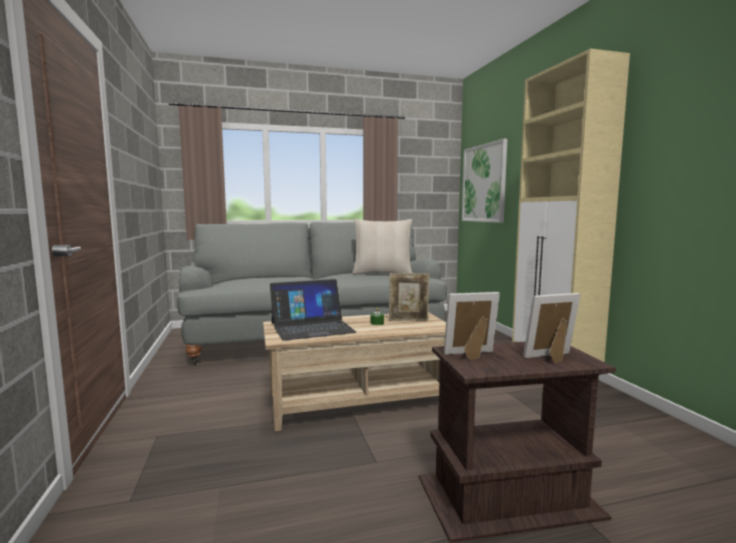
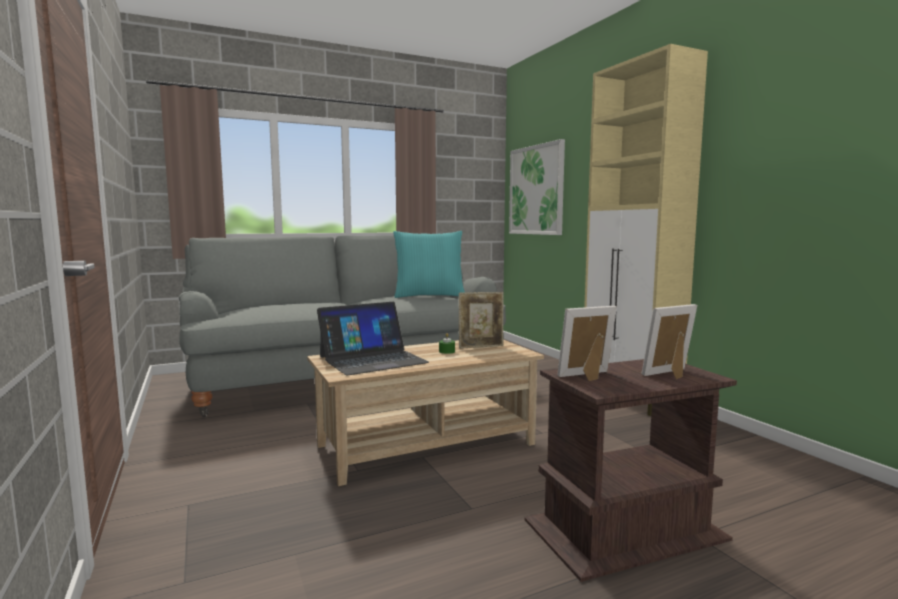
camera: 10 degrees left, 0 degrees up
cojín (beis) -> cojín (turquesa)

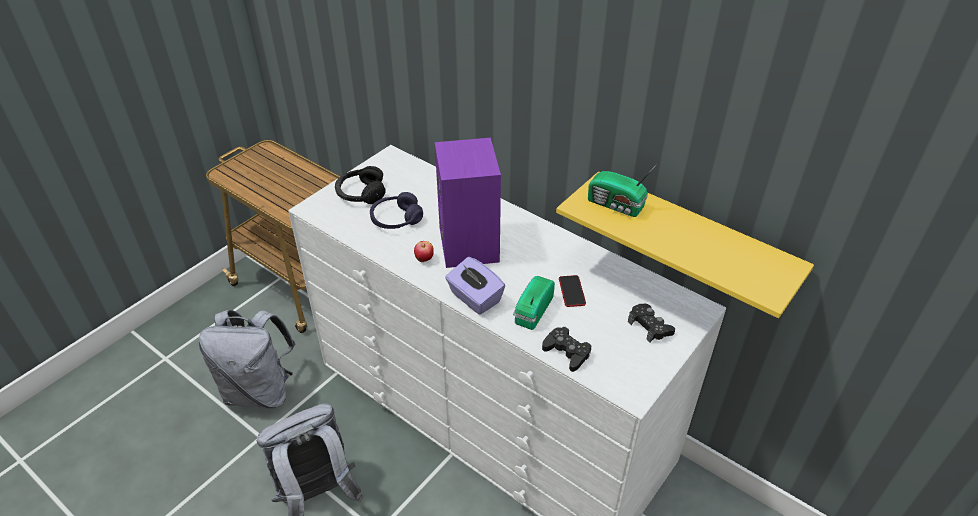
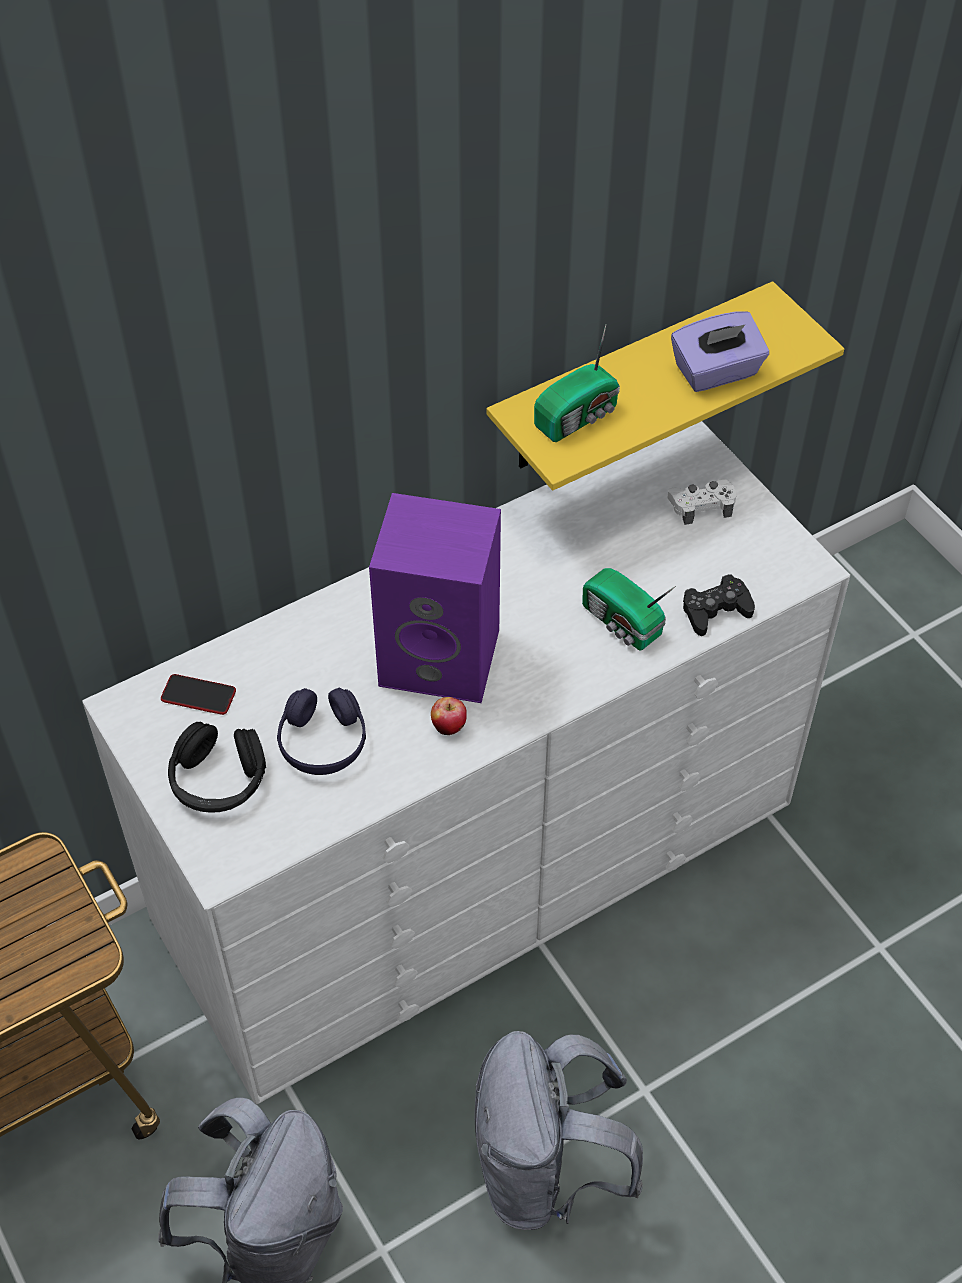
camera: 70 degrees left, 10 degrees up
caja de pañuelos (morado), relocated
móvil, relocated
mando de consola (negro) (no. 2 from left) -> mando de consola (blanco)

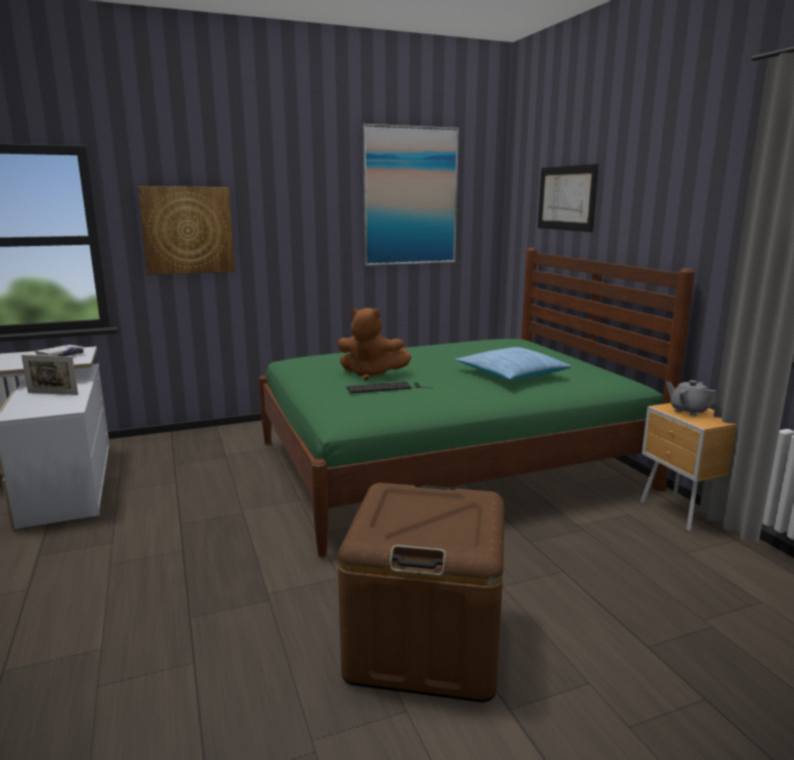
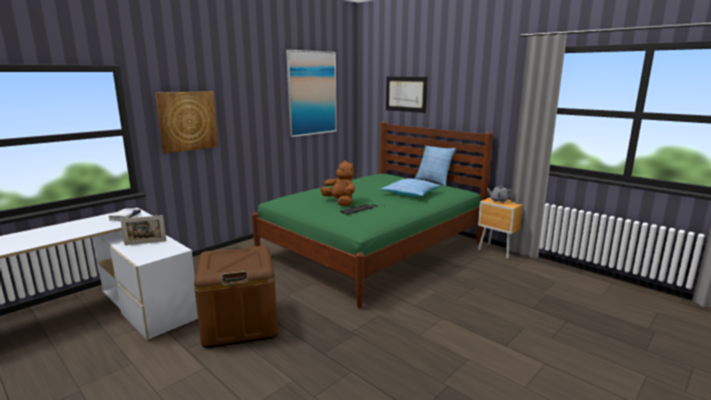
camera: 25 degrees left, 0 degrees up
peluche (marrón), 120 degrees counterclockwise
caja de almacenaje (marrón), relocated
none -> cojín (no. 2 from left)

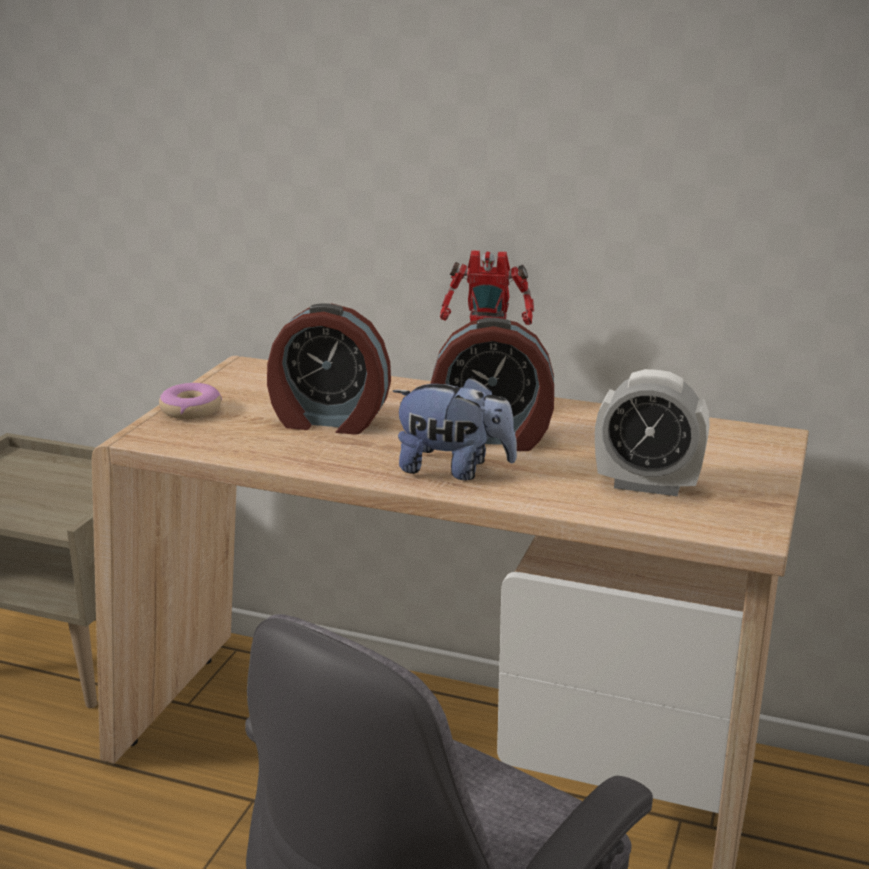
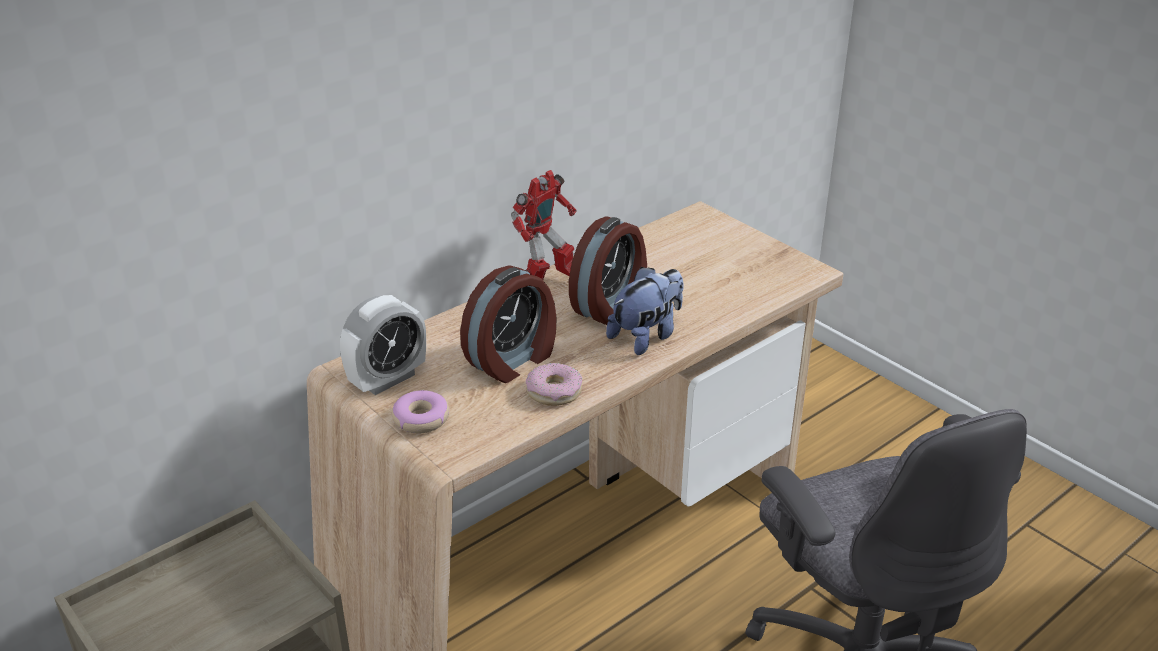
camera: 60 degrees left, 10 degrees up
despertador (no. 3 from left in the first image) -> despertador (no. 1 from left), relocated
none -> rosquilla (no. 2 from left)

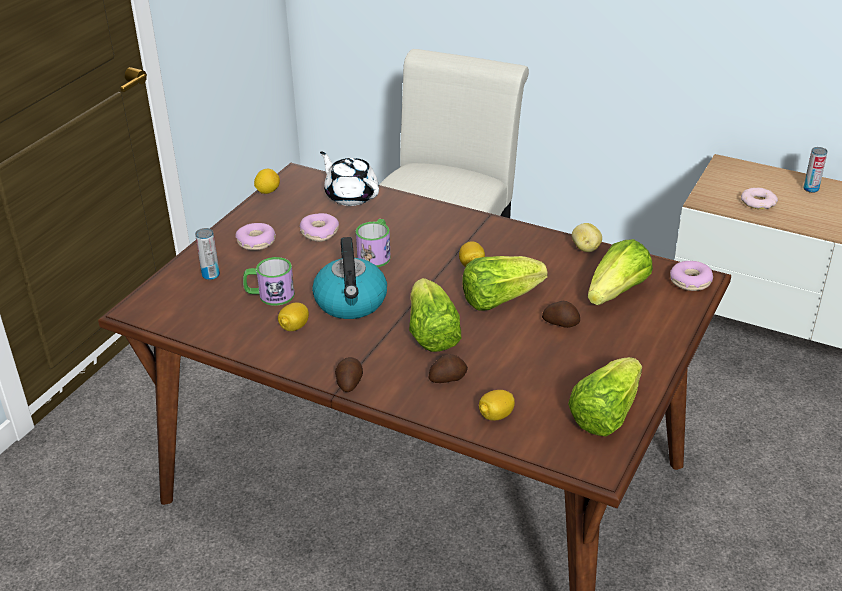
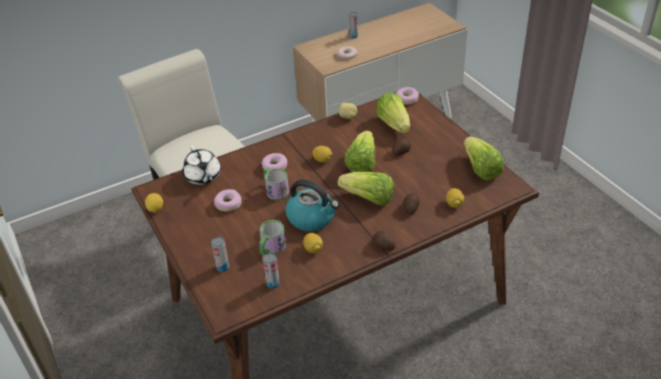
camera: 55 degrees left, 5 degrees up
tetera (blanco), 105 degrees counterclockwise
rosquilla (no. 1 from left in the first image) -> rosquilla (no. 2 from left), relocated
none -> lata (no. 2 from left)

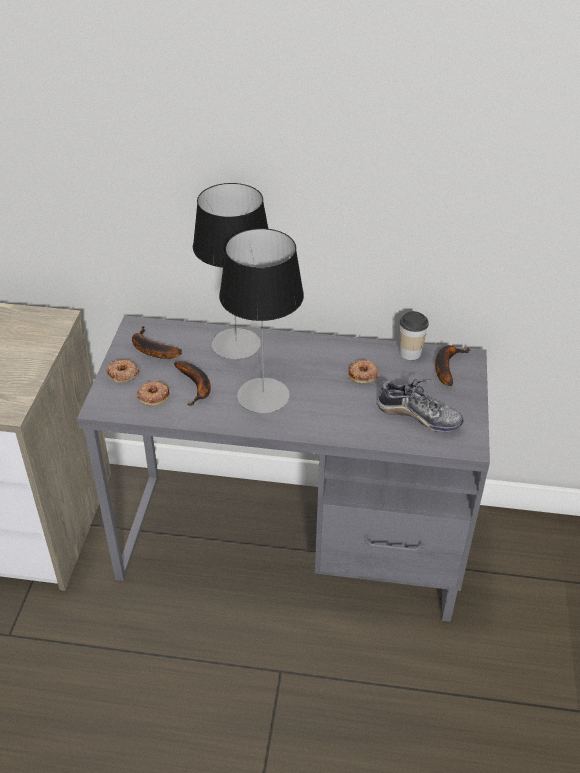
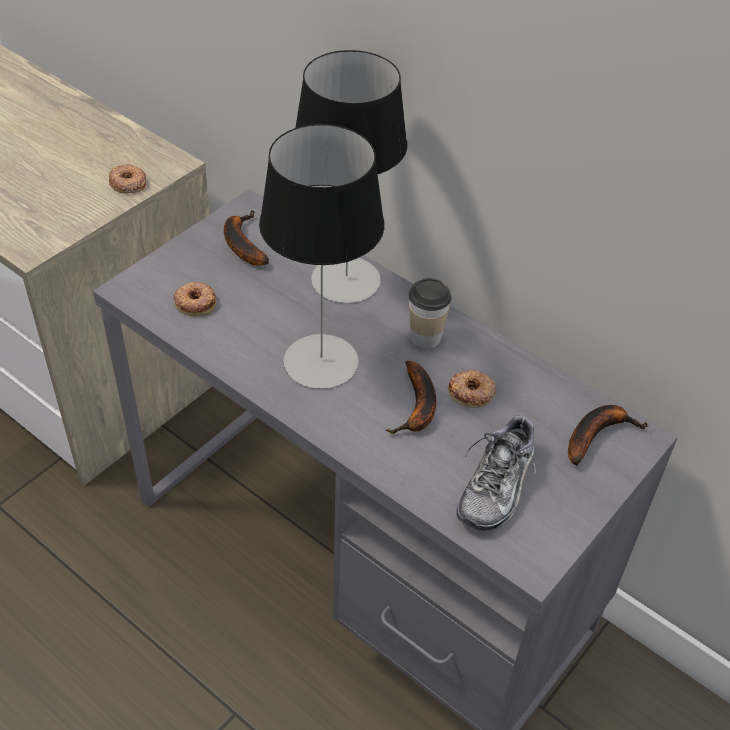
camera: 30 degrees right, 5 degrees up
taza, relocated
rosquilla (no. 1 from left), relocated
plátano (no. 2 from left), relocated
zapato, 60 degrees clockwise

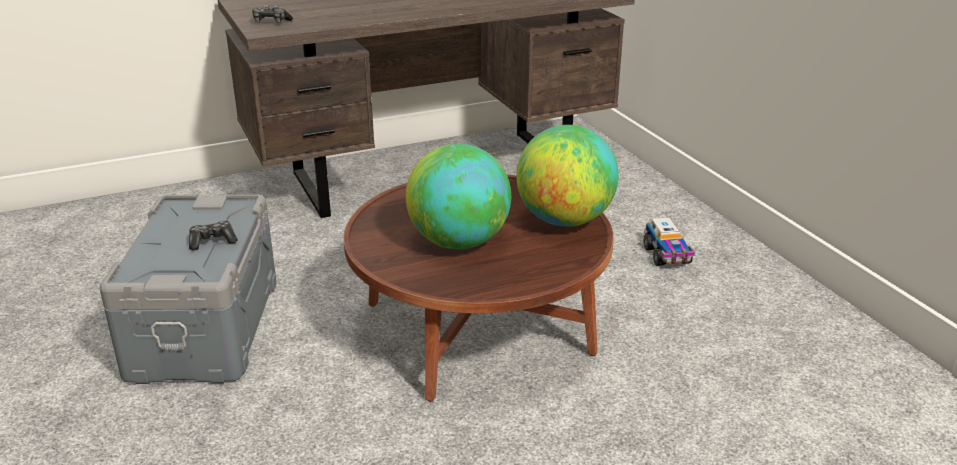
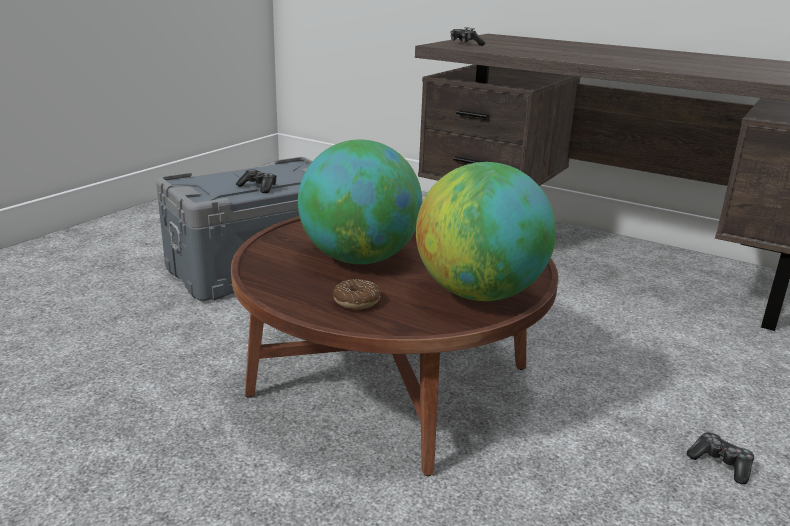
camera: 55 degrees right, 5 degrees down
camión de juguete -> mando de consola (no. 3 from left)
none -> rosquilla

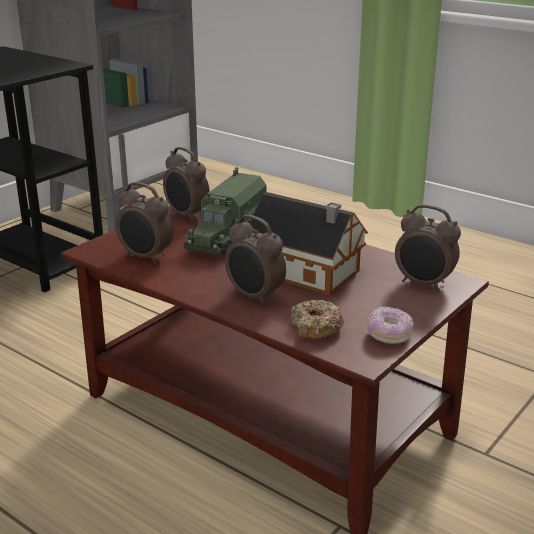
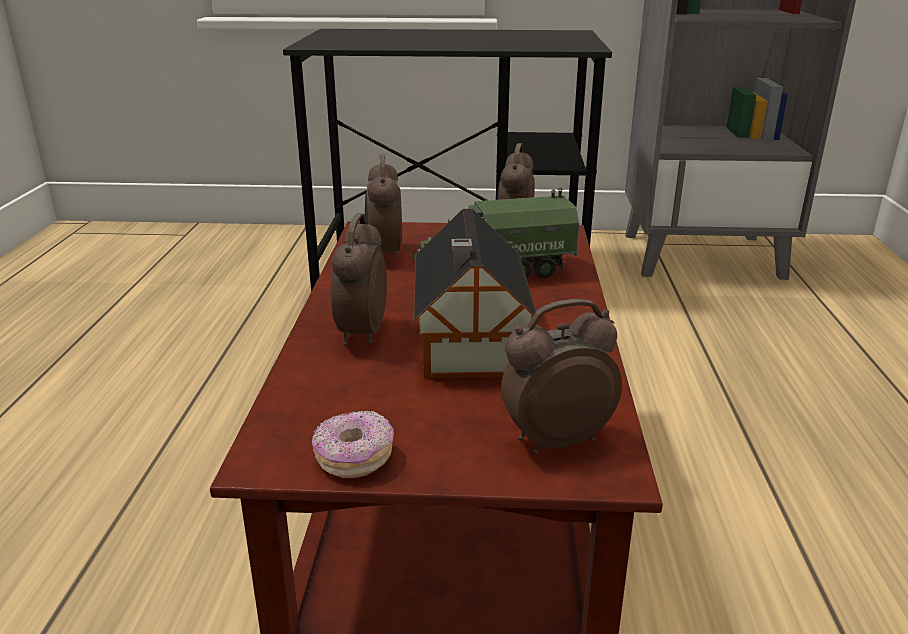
camera: 55 degrees right, 0 degrees up
despertador (no. 4 from left), 75 degrees clockwise
rosquilla (no. 1 from left) -> none

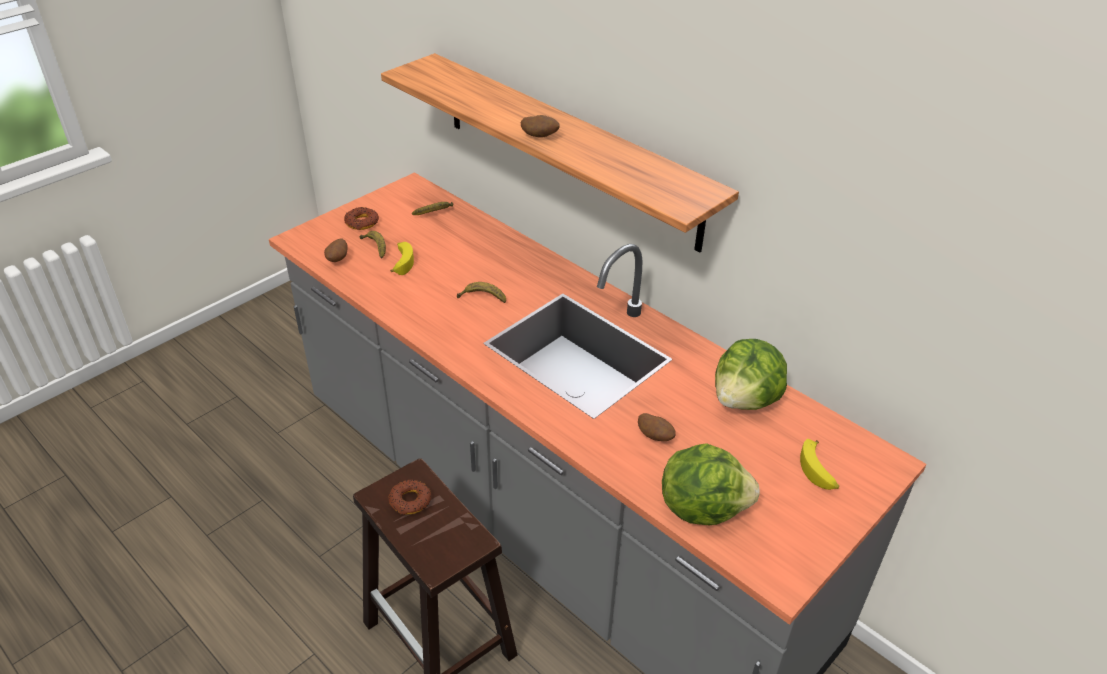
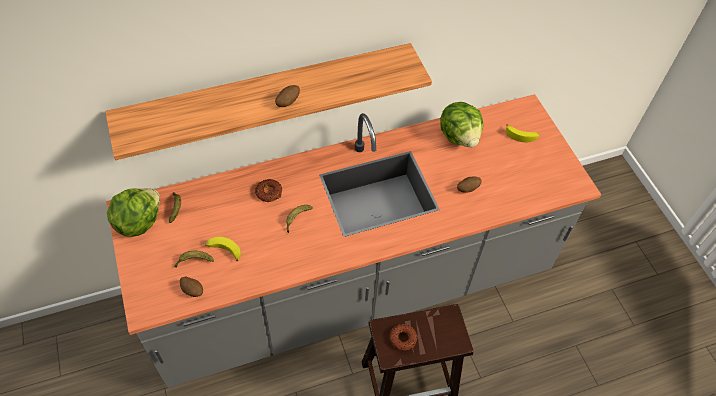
camera: 65 degrees left, 15 degrees up
rosquilla (no. 1 from left), relocated
lechuga (no. 1 from left), relocated

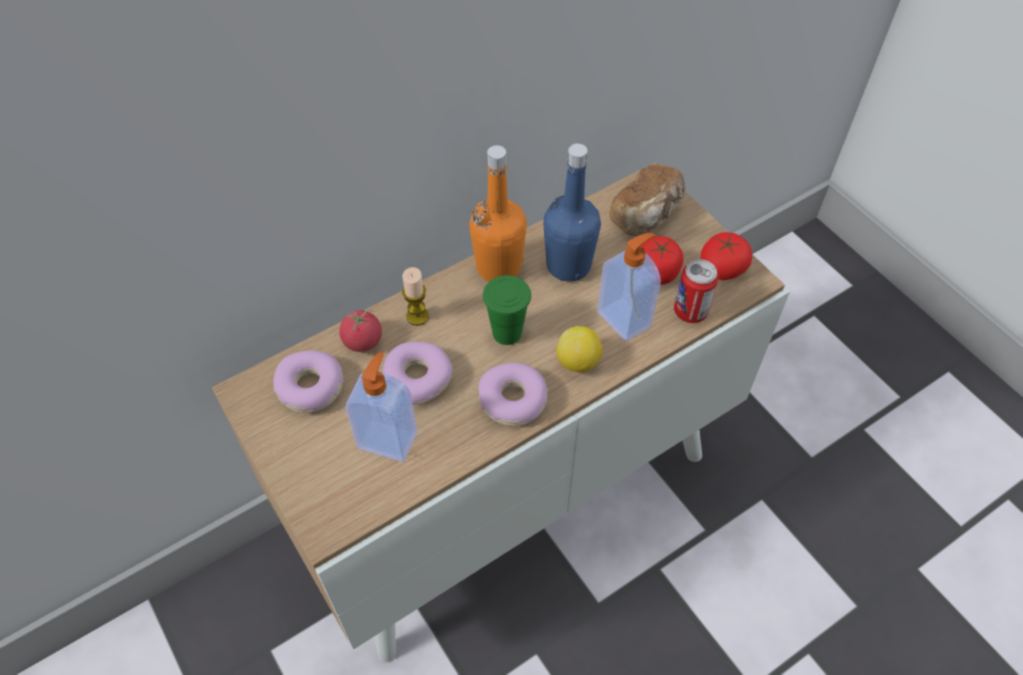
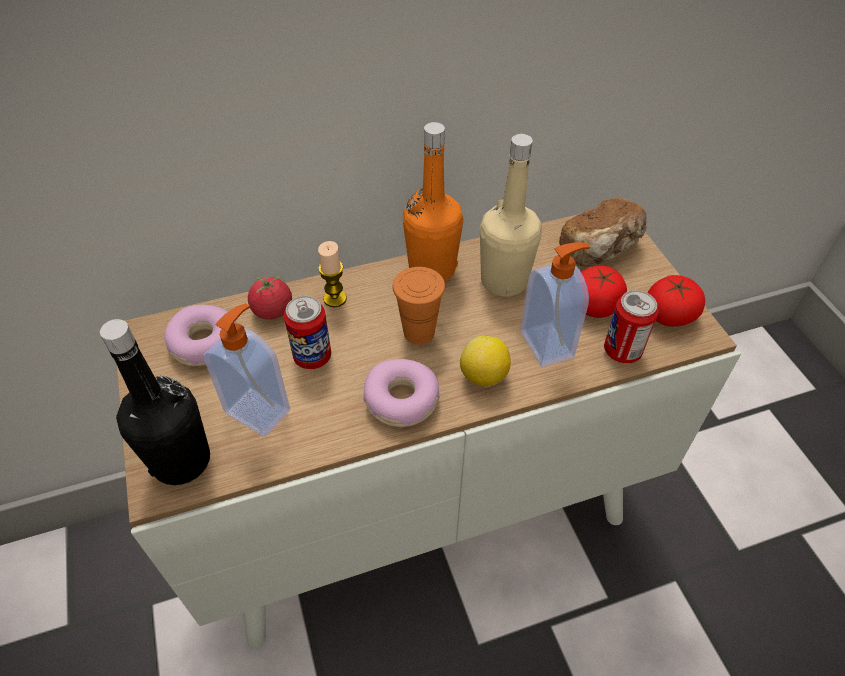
camera: 15 degrees right, 5 degrees down
botella (azul) -> botella (beis)
taza (verde) -> taza (naranja)
rosquilla (no. 2 from left) -> lata (no. 1 from left)
none -> botella (negro)

